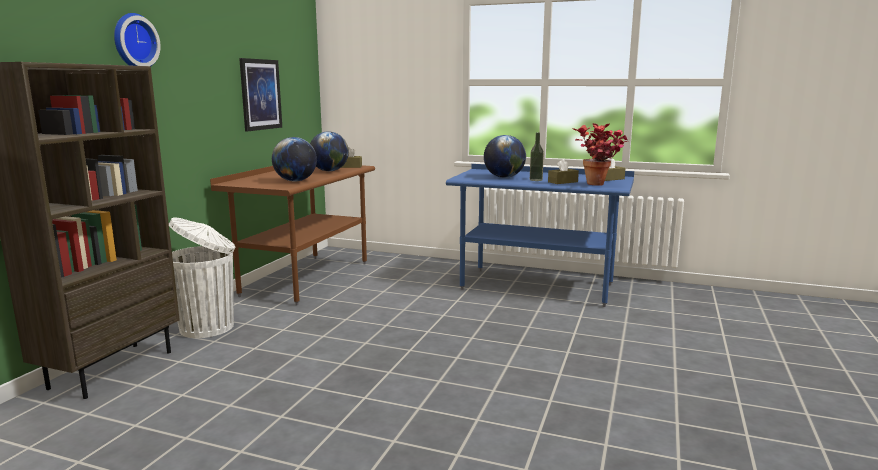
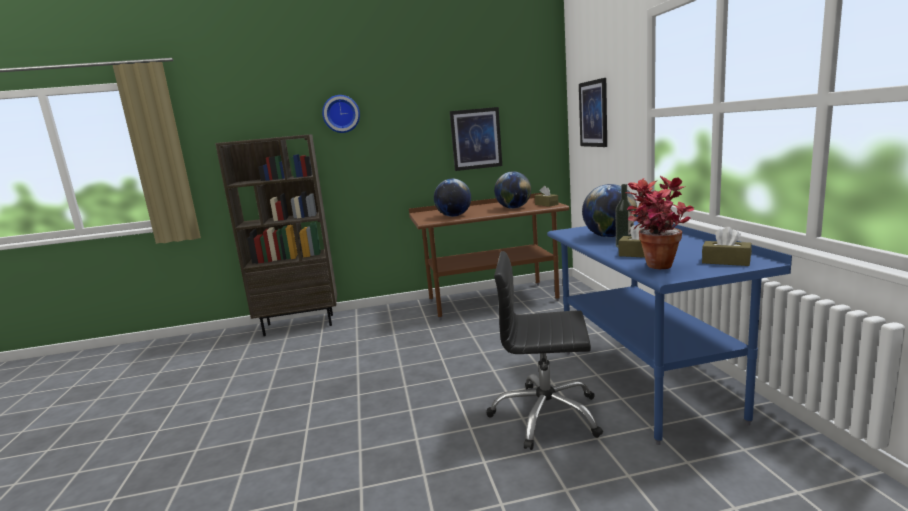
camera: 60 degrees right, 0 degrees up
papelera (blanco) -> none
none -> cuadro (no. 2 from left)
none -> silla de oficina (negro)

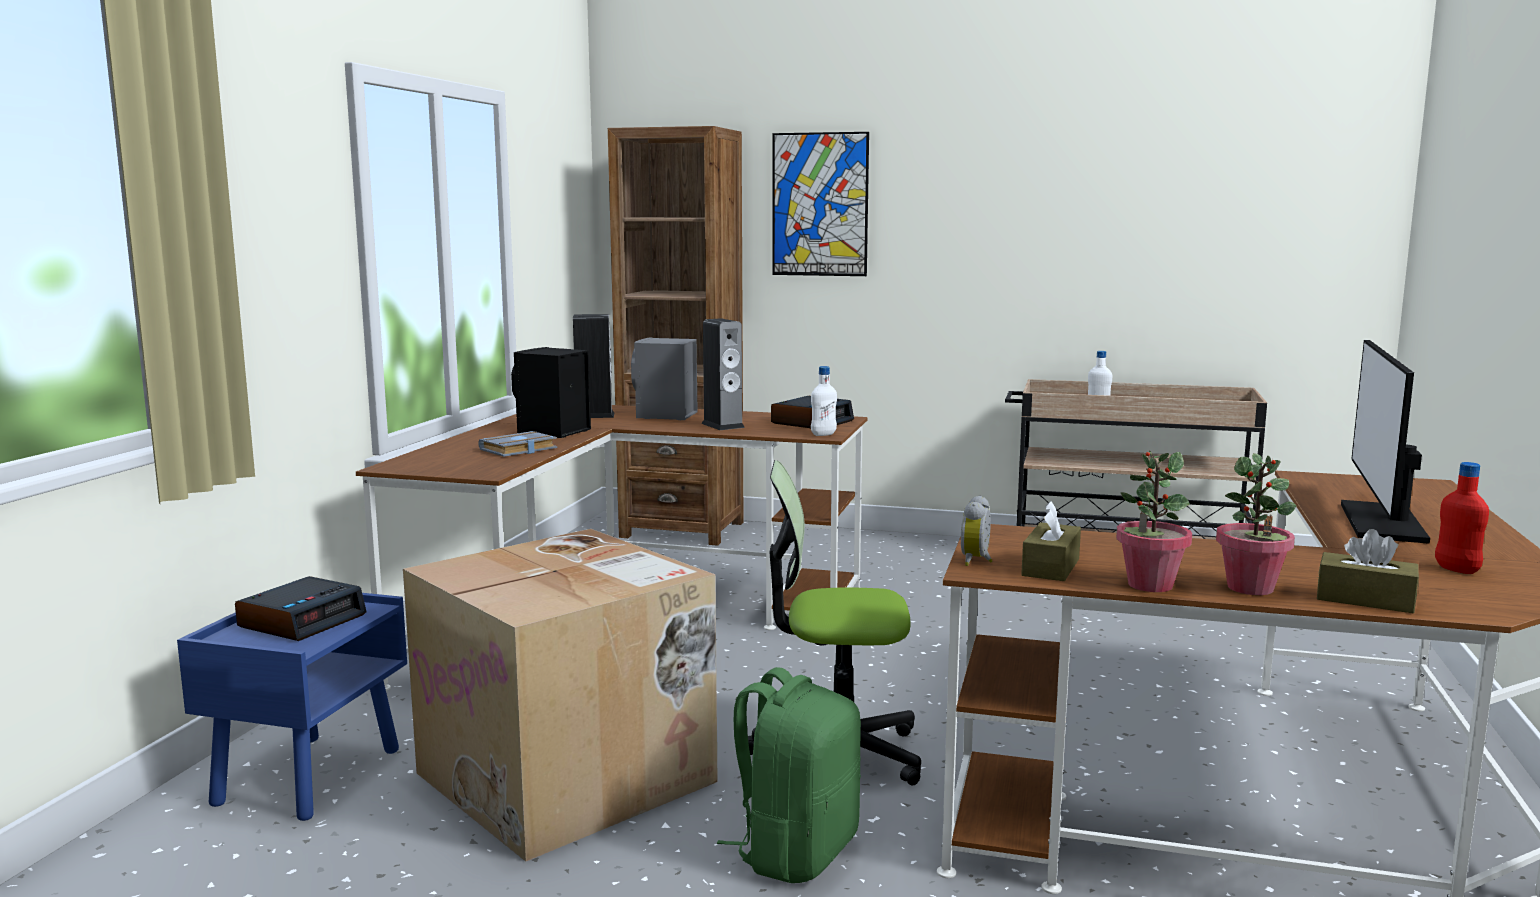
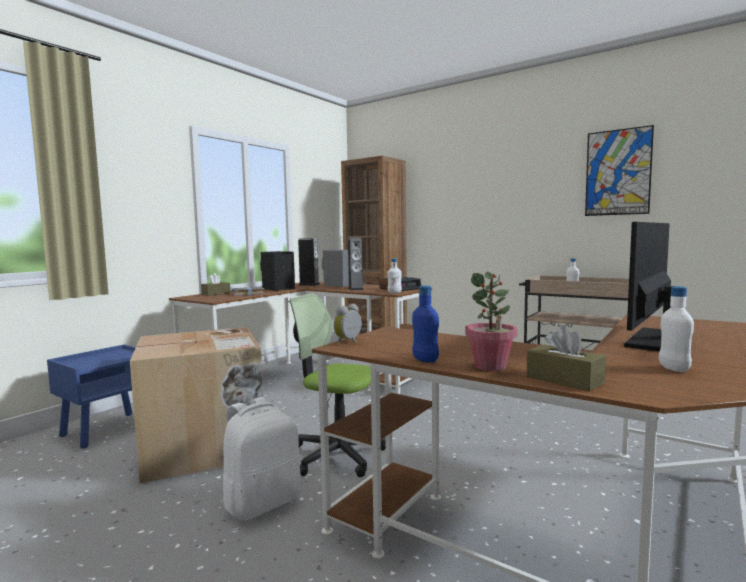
camera: 20 degrees right, 5 degrees down
cuadro, relocated
planta en maceta (no. 1 from left) -> botella (azul)
botella (rojo) -> botella (blanco) (no. 3 from left)
caja de pañuelos (marrón) (no. 1 from left), relocated
despertador (no. 1 from left) -> none
mochila (verde) -> mochila (blanco)

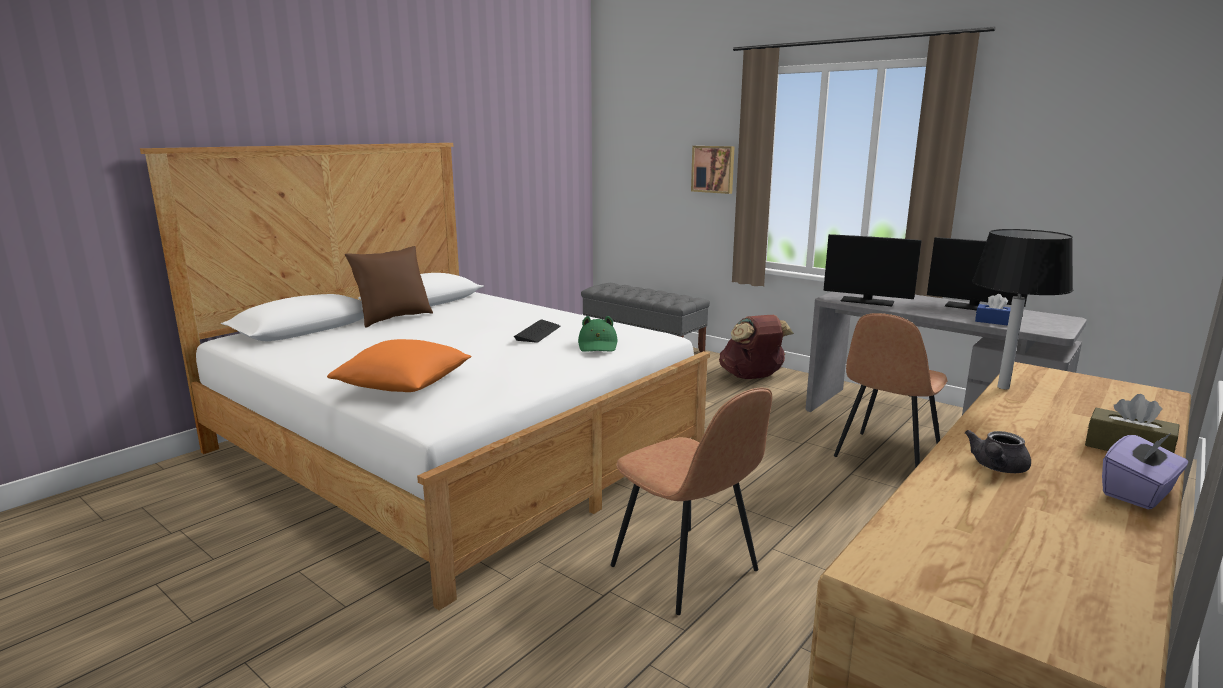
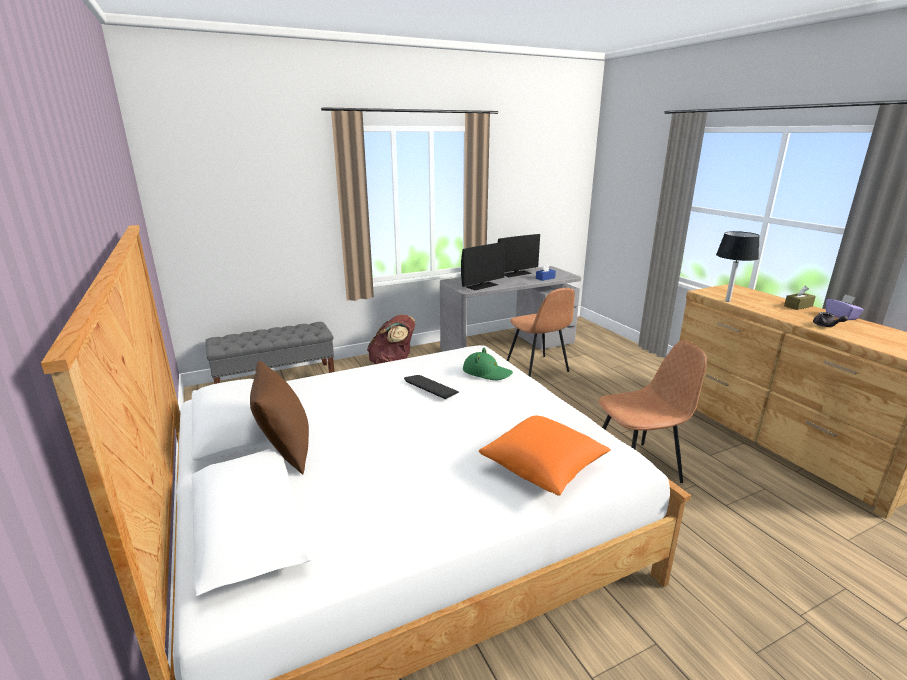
camera: 65 degrees left, 5 degrees up
cuadro -> none

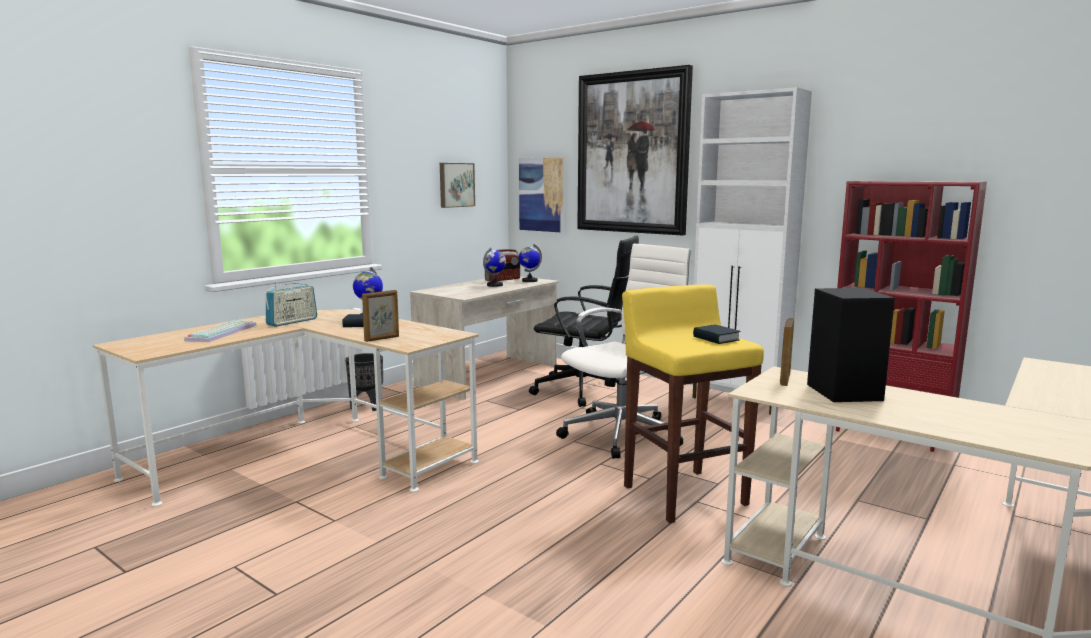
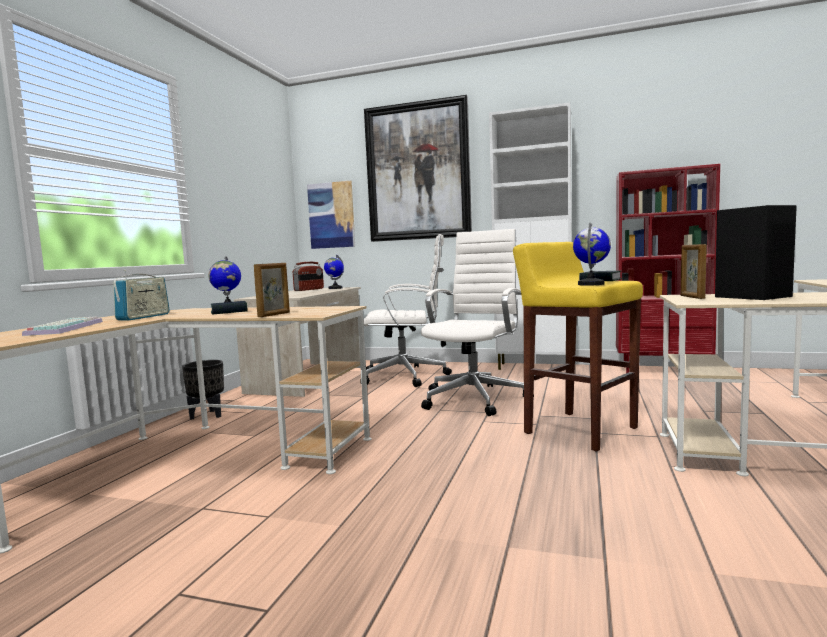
camera: 20 degrees left, 5 degrees down
cuadro (no. 1 from left) -> none
silla de oficina (negro) -> silla de oficina (blanco) (no. 1 from left)
globo terráqueo (no. 2 from left in the first image) -> globo terráqueo (no. 3 from left), relocated

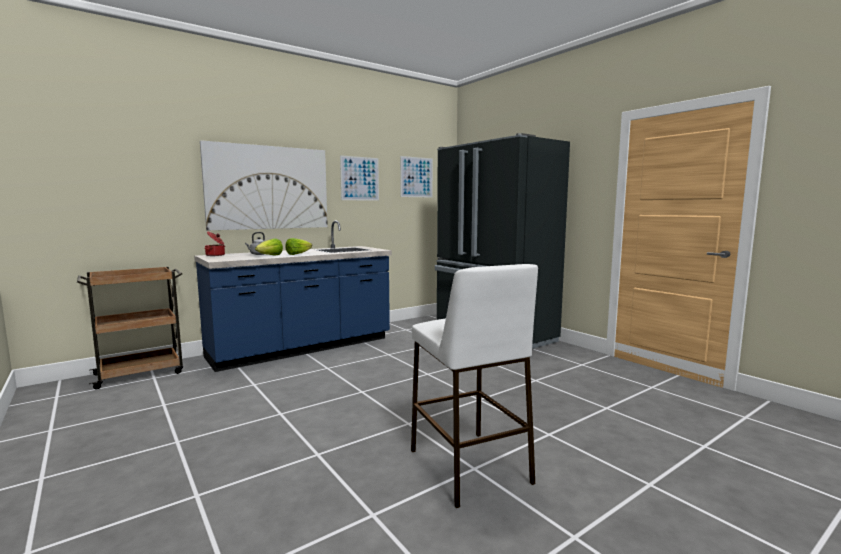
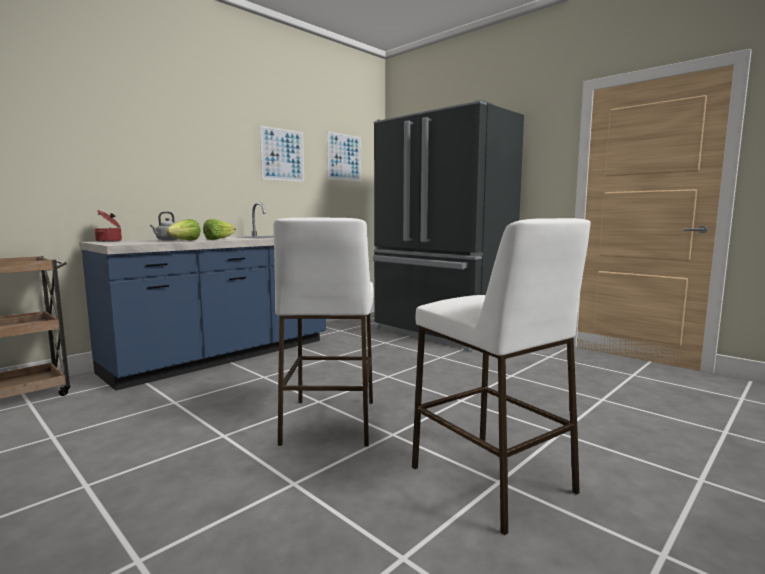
camera: 10 degrees left, 0 degrees up
cuadro (no. 1 from left) -> none
none -> taburete (blanco) (no. 1 from left)

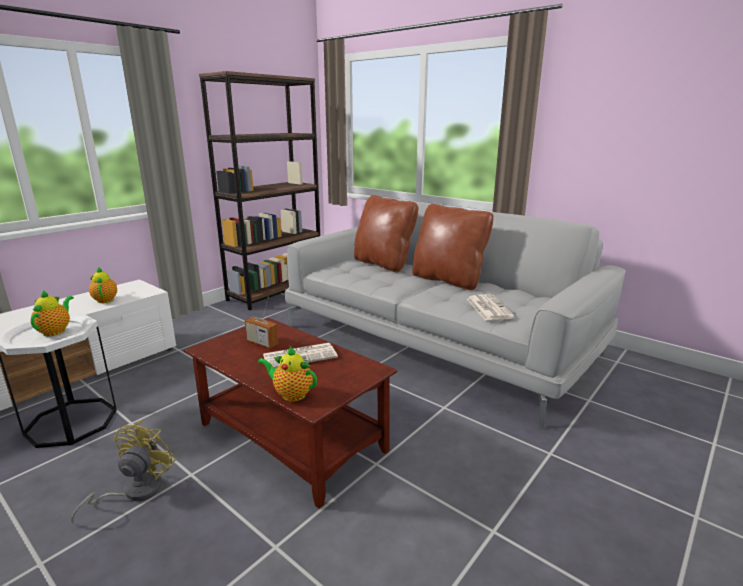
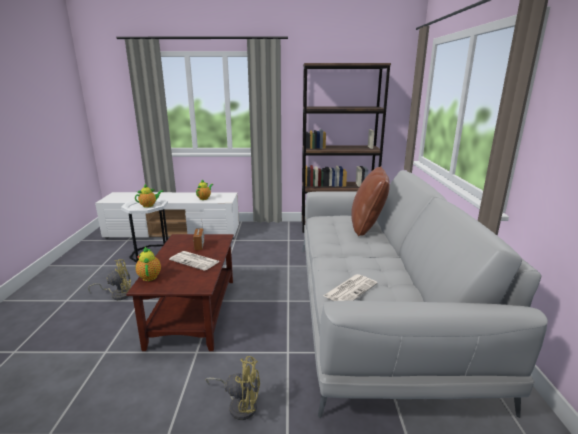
camera: 50 degrees right, 0 degrees up
cojín (marrón) (no. 2 from left) -> none
none -> ventilador (amarillo) (no. 2 from left)

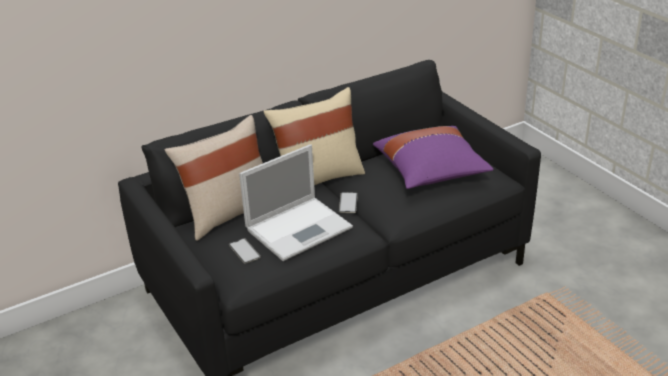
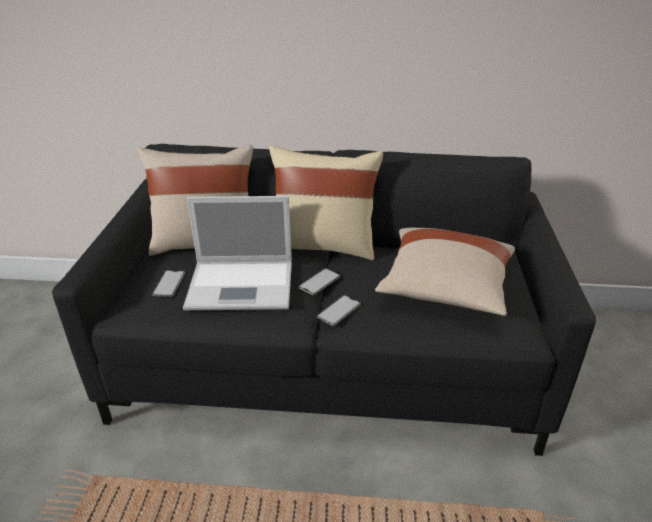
camera: 35 degrees right, 0 degrees up
cojín (morado) -> cojín (beis) (no. 3 from left)
none -> móvil (no. 3 from left)

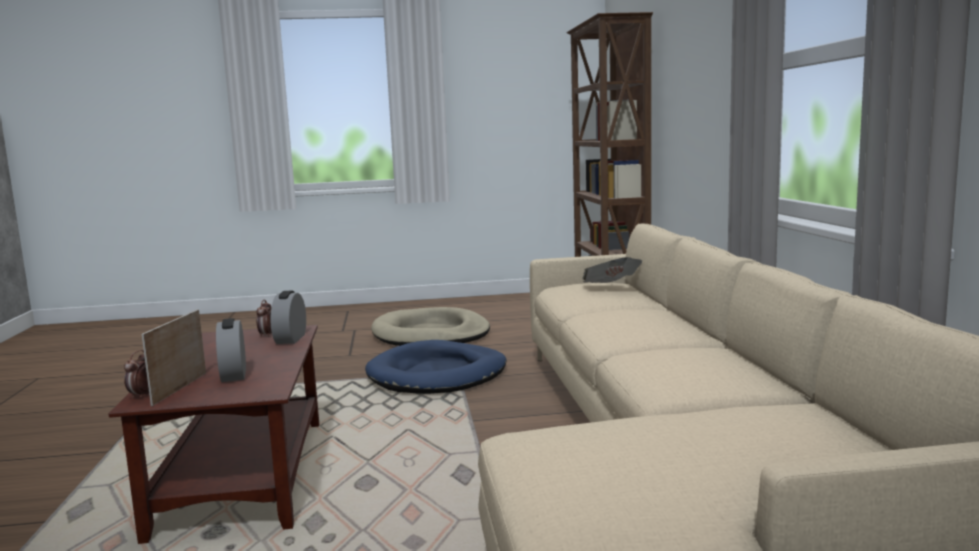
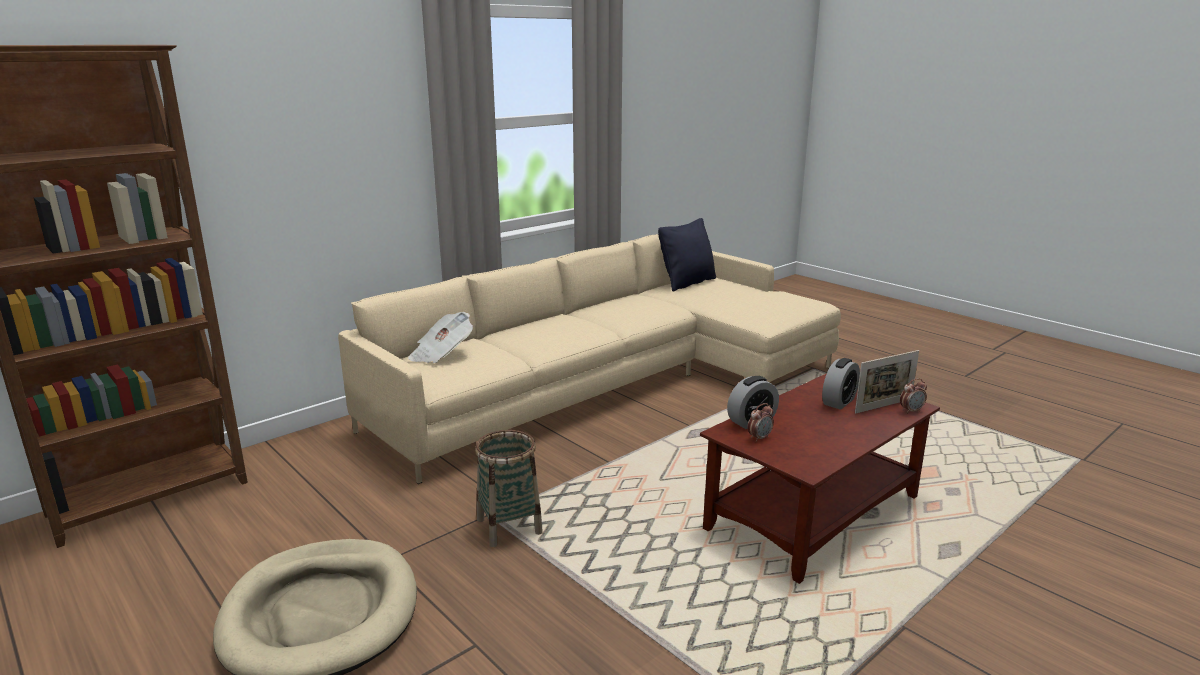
camera: 125 degrees left, 10 degrees up
cama para perro (azul) -> cesta
none -> cojín (negro)

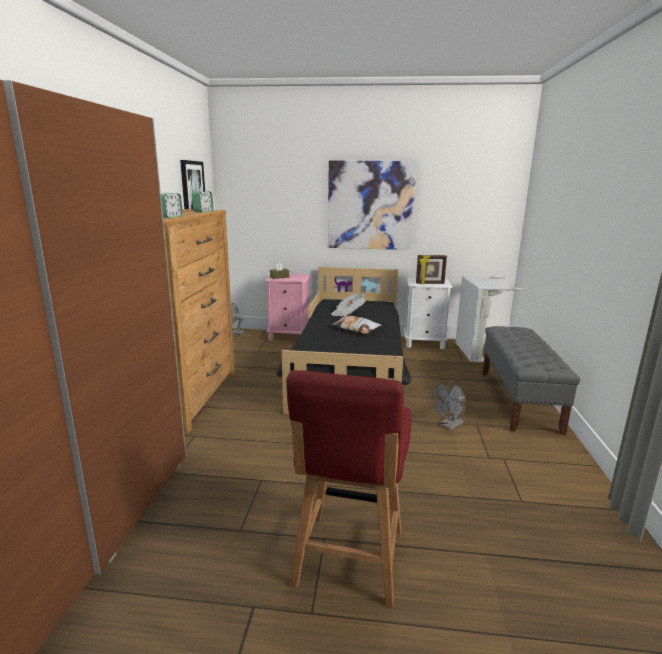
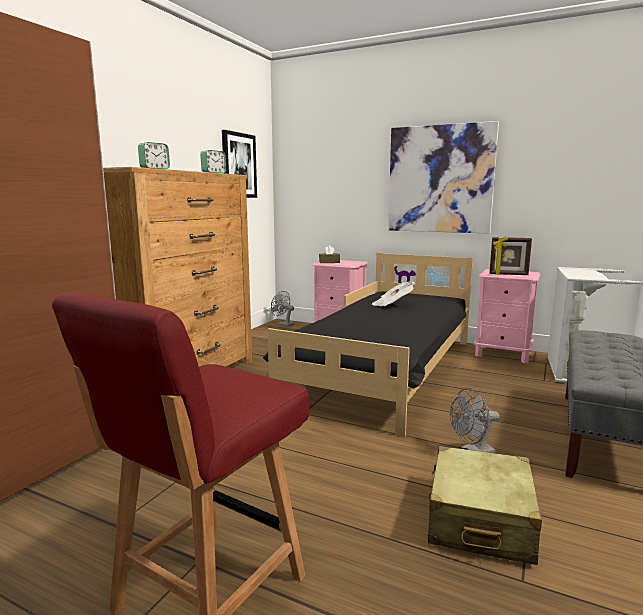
camera: 20 degrees right, 5 degrees down
mesita de noche (blanco) -> mesita de noche (rosa) (no. 2 from left)
cojín -> none
none -> maleta (beis)

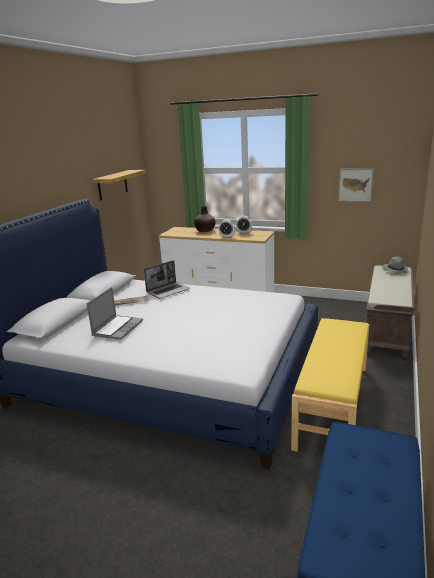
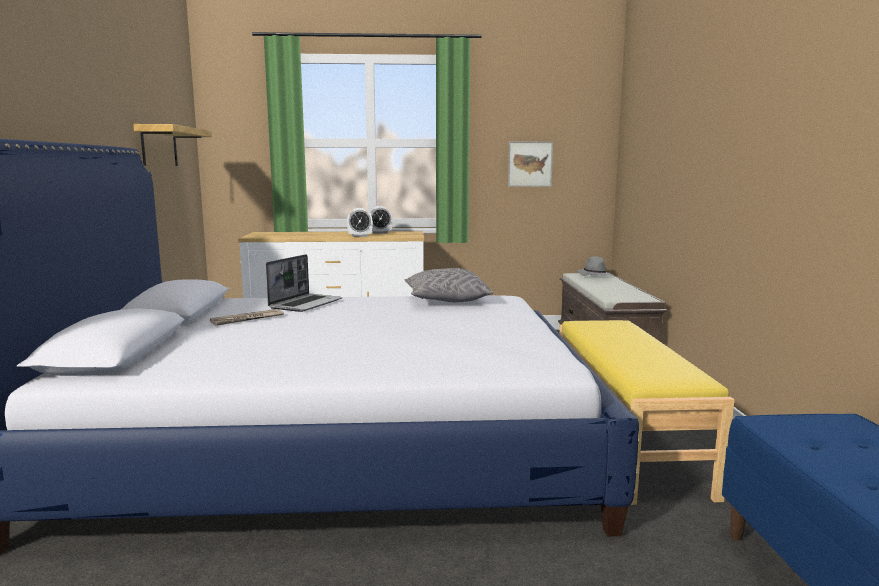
camera: 25 degrees left, 10 degrees down
florero -> none
portátil (no. 1 from left) -> none
none -> cojín (gris)

